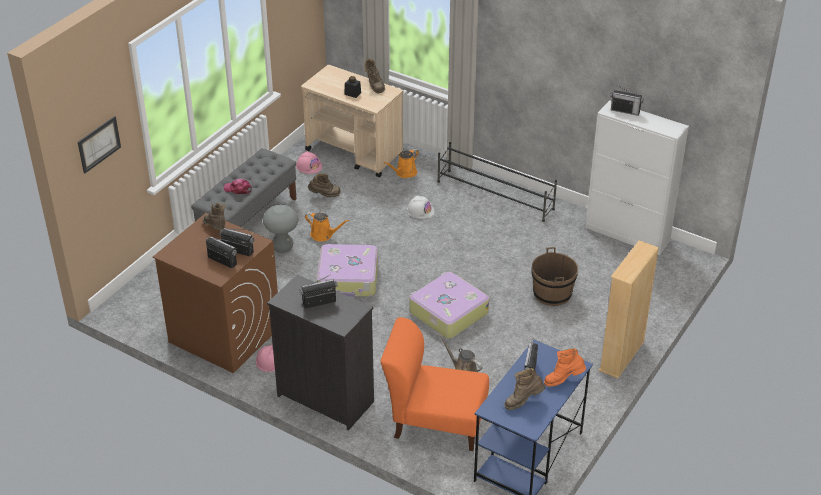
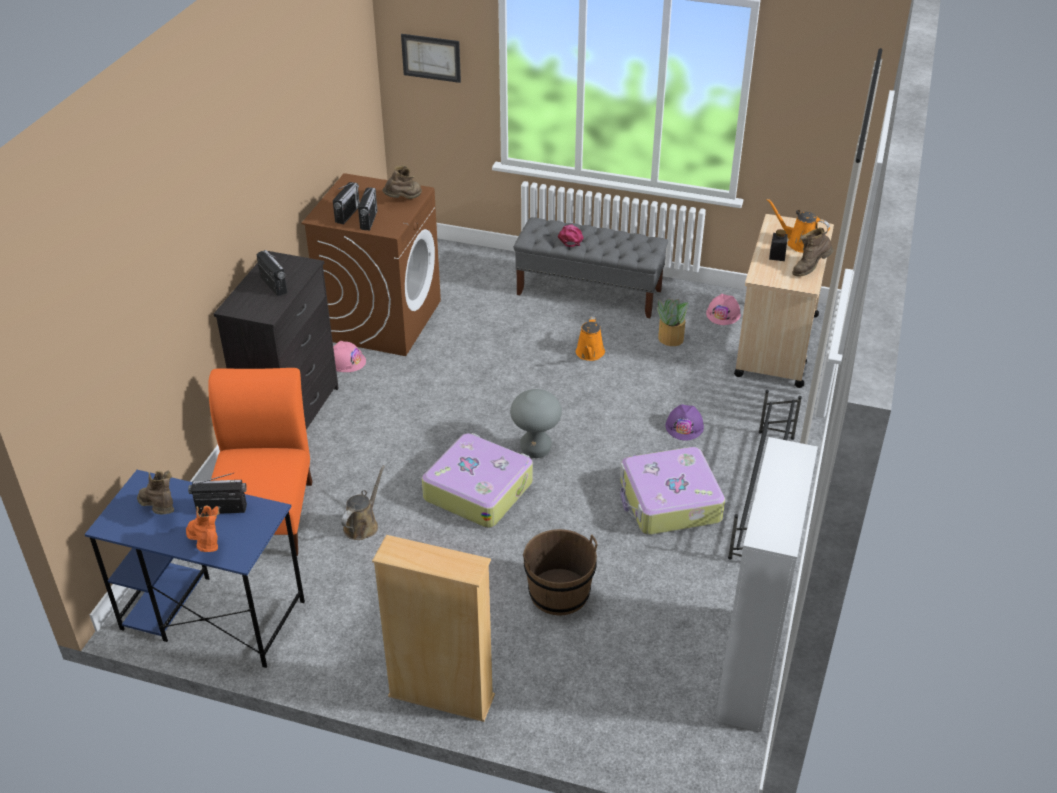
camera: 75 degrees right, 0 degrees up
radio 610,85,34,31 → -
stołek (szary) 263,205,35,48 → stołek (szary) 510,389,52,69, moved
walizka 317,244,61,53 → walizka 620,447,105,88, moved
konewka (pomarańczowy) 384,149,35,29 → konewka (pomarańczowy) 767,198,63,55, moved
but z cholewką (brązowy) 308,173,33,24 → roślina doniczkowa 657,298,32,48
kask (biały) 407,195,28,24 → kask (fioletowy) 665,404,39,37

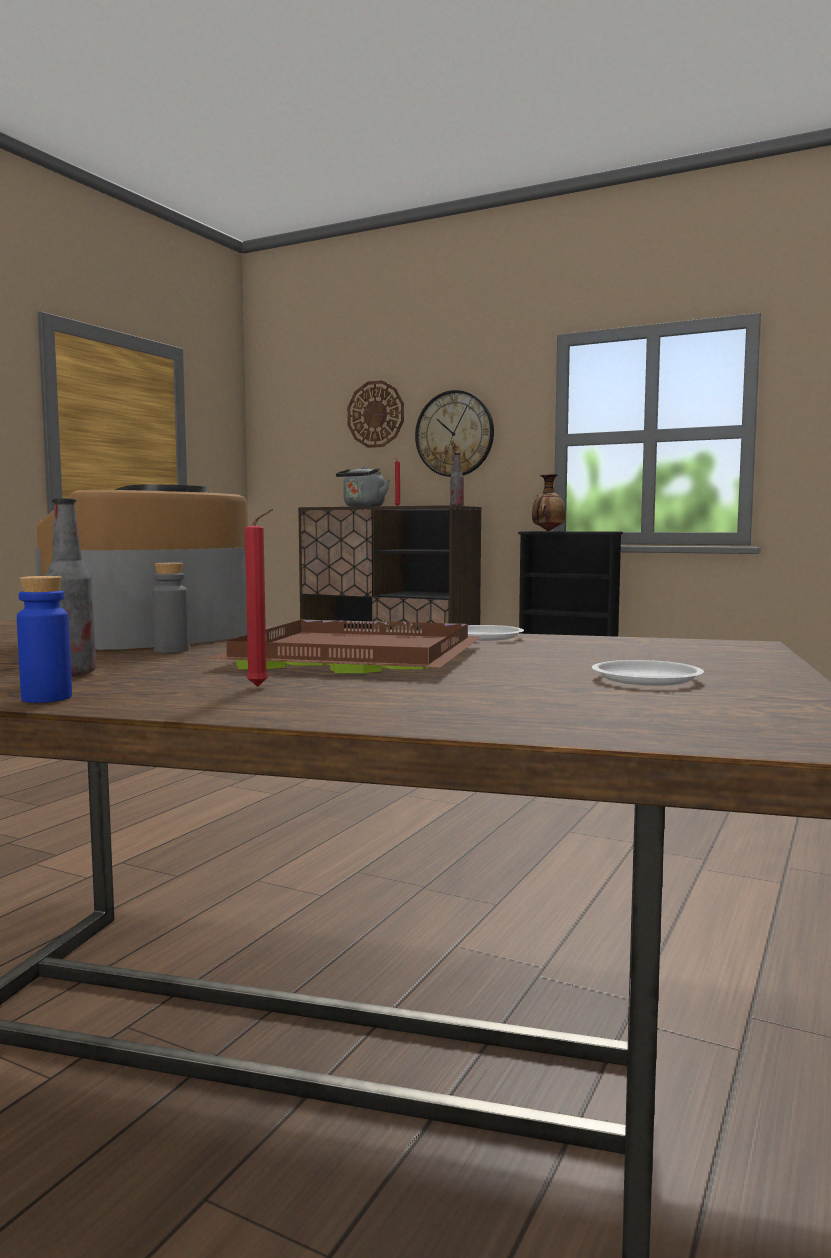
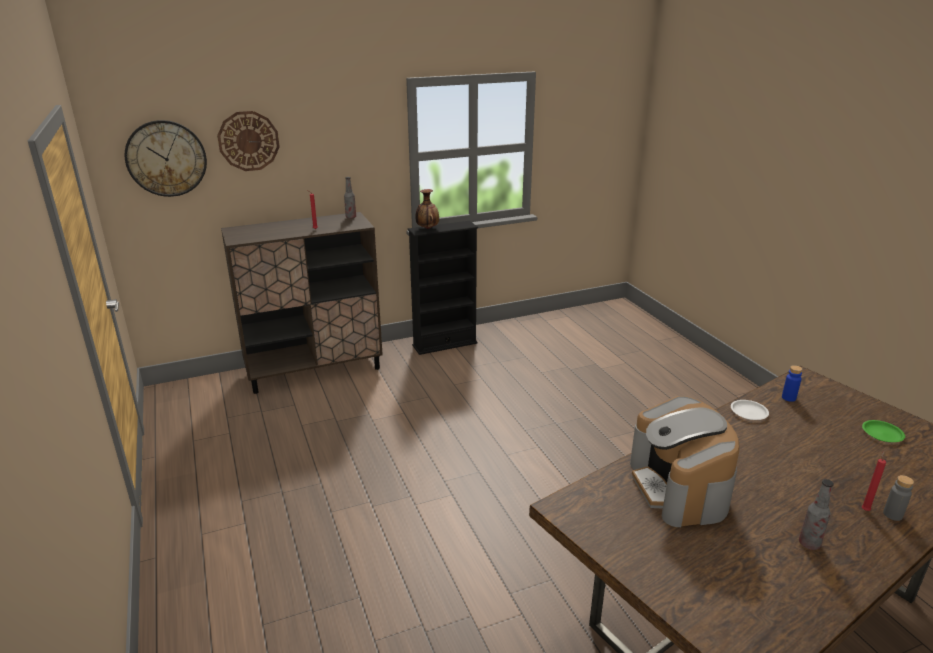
camera: 50 degrees left, 20 degrees up
taca (brązowy) 207,620,275,53 → -
czajnik (szary) 336,466,54,41 → -
butelka (niebieski) 17,576,55,127 → butelka (niebieski) 782,365,20,37, moved
butelka (szary) 152,562,37,91 → butelka (szary) 883,475,31,46, moved
zegar ścienny 415,390,79,87 → zegar ścienny 125,120,82,77, moved
talerz (biały) 592,660,112,26 → talerz (zielony) 862,420,43,22

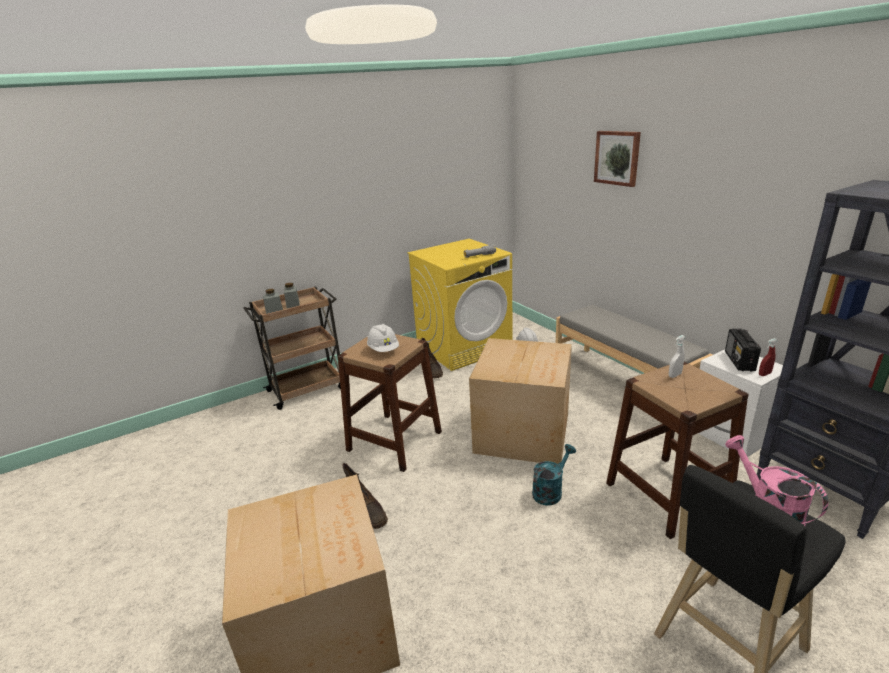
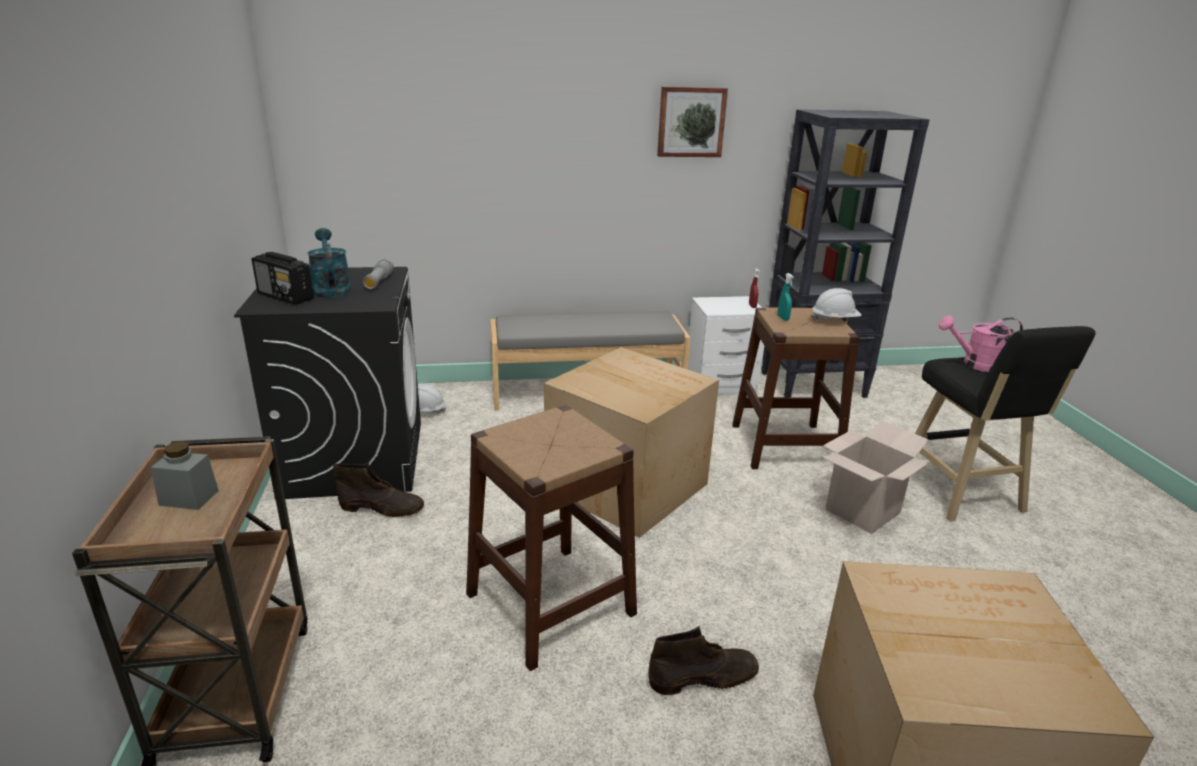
camera: 70 degrees left, 0 degrees up
słoik (szary) 263,289,20,25 → -
- → karton 822,420,108,114
kask (biały) 367,324,32,28 → kask (biały) 811,288,51,33, moved
konewka (turkusowy) 532,444,44,61 → konewka (turkusowy) 307,228,44,70, moved
obraz 594,131,47,56 → obraz 657,87,71,70, moved
radio 725,328,36,43 → radio 252,252,62,53, moved
pralka (żółty) 407,239,106,132 → pralka (czarny) 234,267,187,233
spryskiwacz (biały) 669,335,16,43 → spryskiwacz (turkusowy) 778,273,16,48

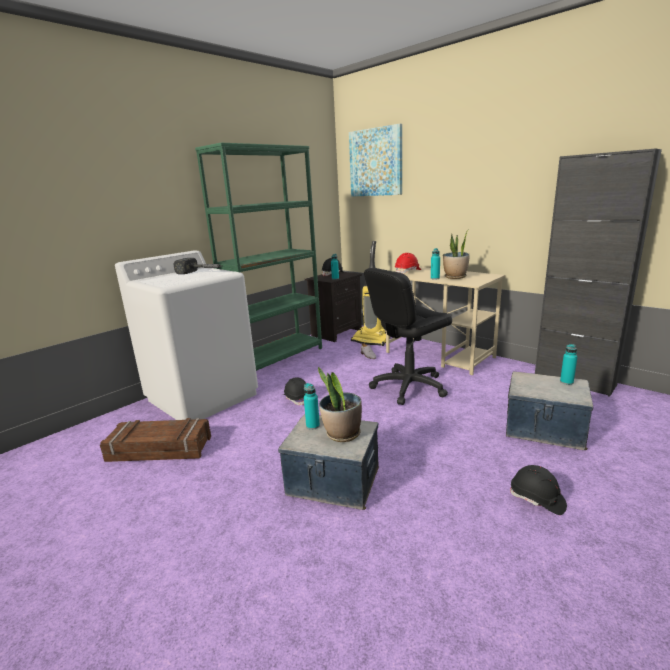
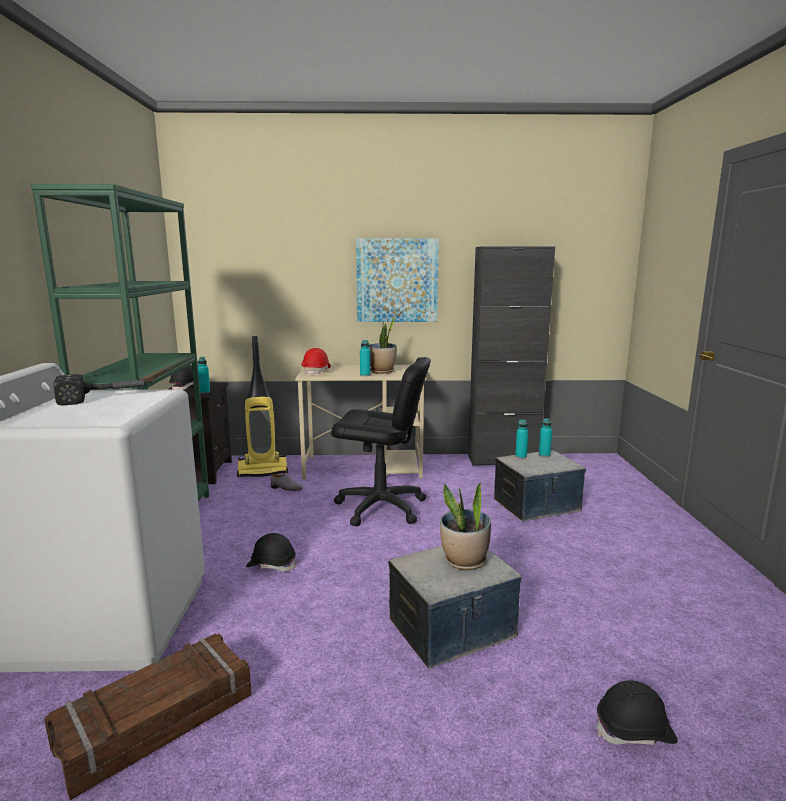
camera: 45 degrees left, 5 degrees down
butelka (turkusowy) 304,383,16,47 → butelka (turkusowy) 515,420,14,39, moved
obraz 349,124,53,73 → obraz 356,239,83,83, moved
kask (czarny) 509,465,58,50 → kask (czarny) 597,680,81,65, moved
krzesło biurowe (czarny) 364,268,88,137 → krzesło biurowe (czarny) 331,357,100,169, 90 degrees counterclockwise

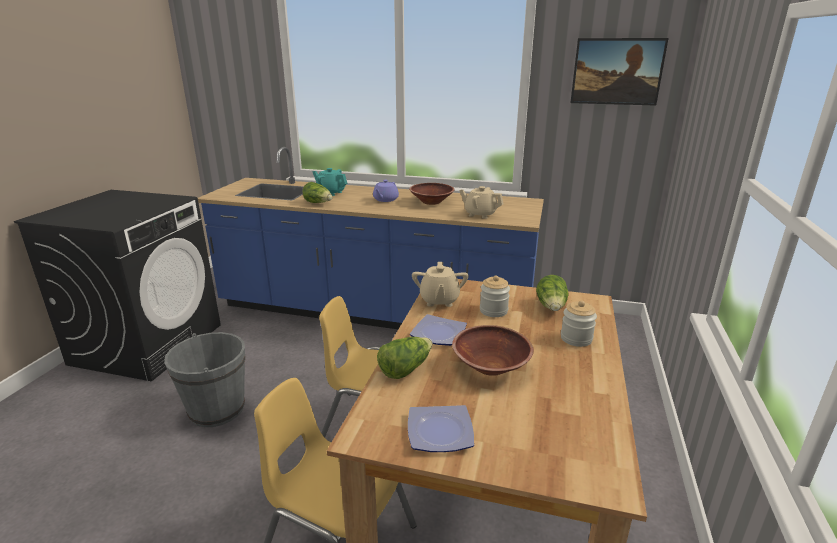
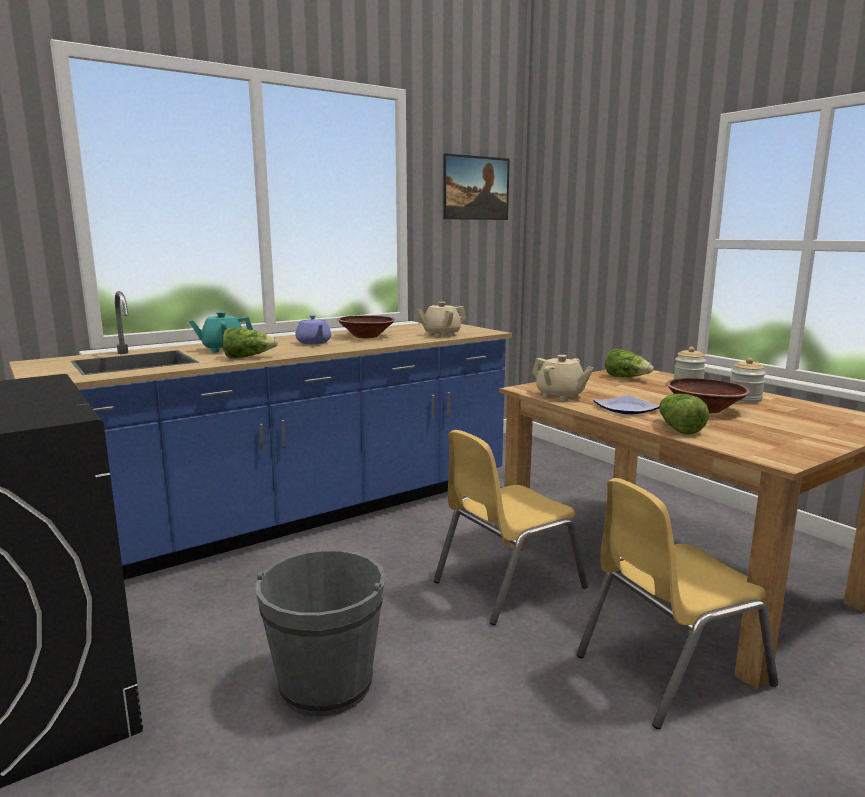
camera: 50 degrees left, 10 degrees down
talerz 408,405,66,47 → -
słoik 480,276,30,41 → słoik 730,358,36,45, moved

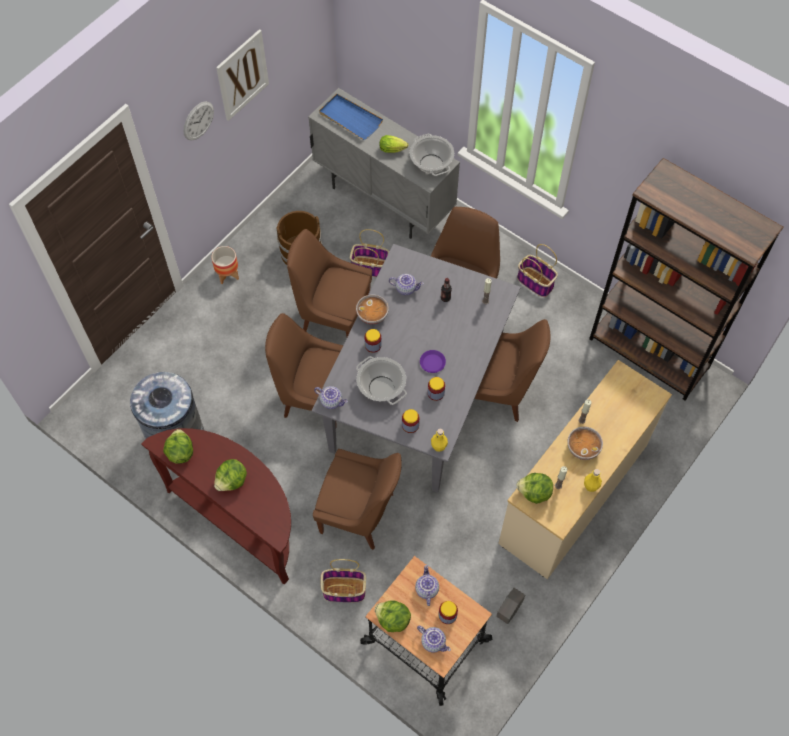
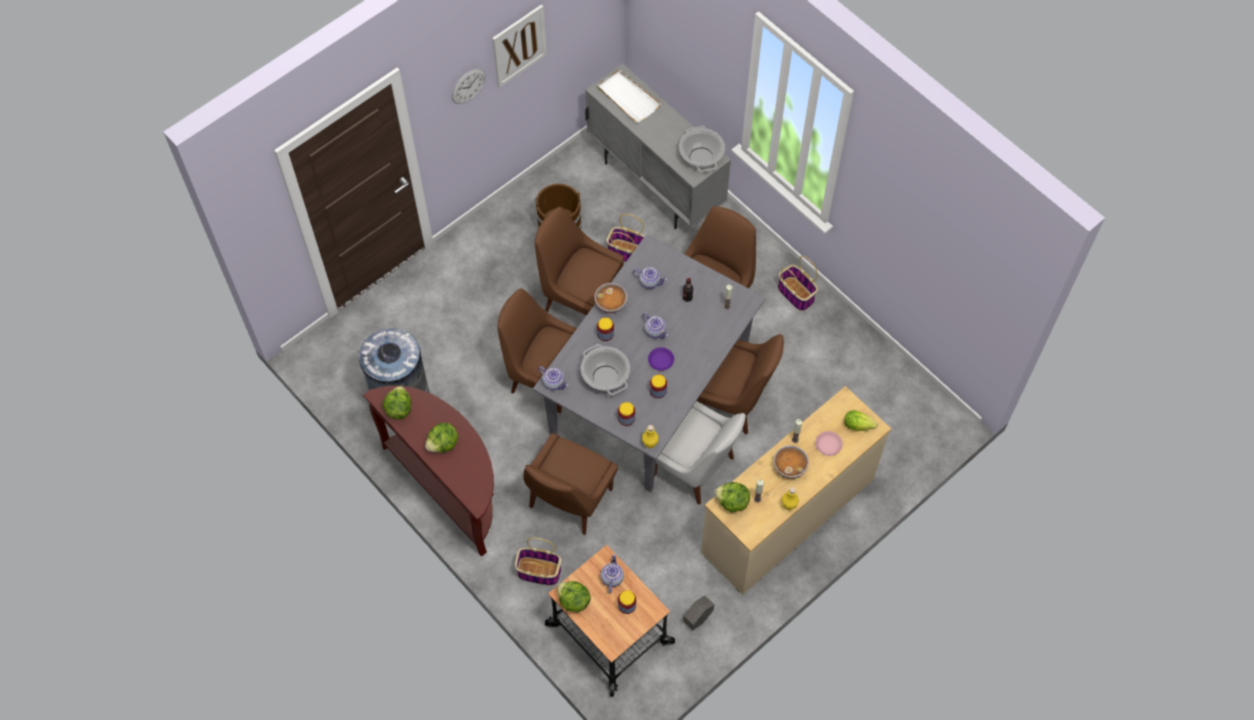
camera: 10 degrees right, 0 degrees up
donica 211,246,28,38 → -
regał (brązowy) 589,158,194,243 → -
- → krzesło (biały) 654,401,92,104
- → talerz (różowy) 815,431,28,25
sałata 380,135,28,18 → sałata 844,410,33,21, moved
imbryk 417,626,34,27 → imbryk 643,313,25,26, moved
taca (niebieski) 319,94,64,46 → taca (biały) 597,70,64,53
krzesło (brązowy) 313,449,89,101 → krzesło (brązowy) 523,433,95,102, 90 degrees clockwise

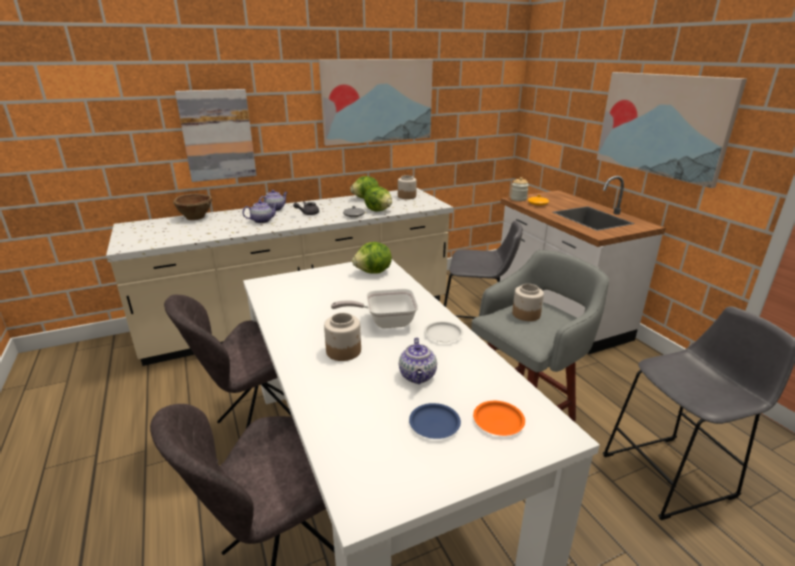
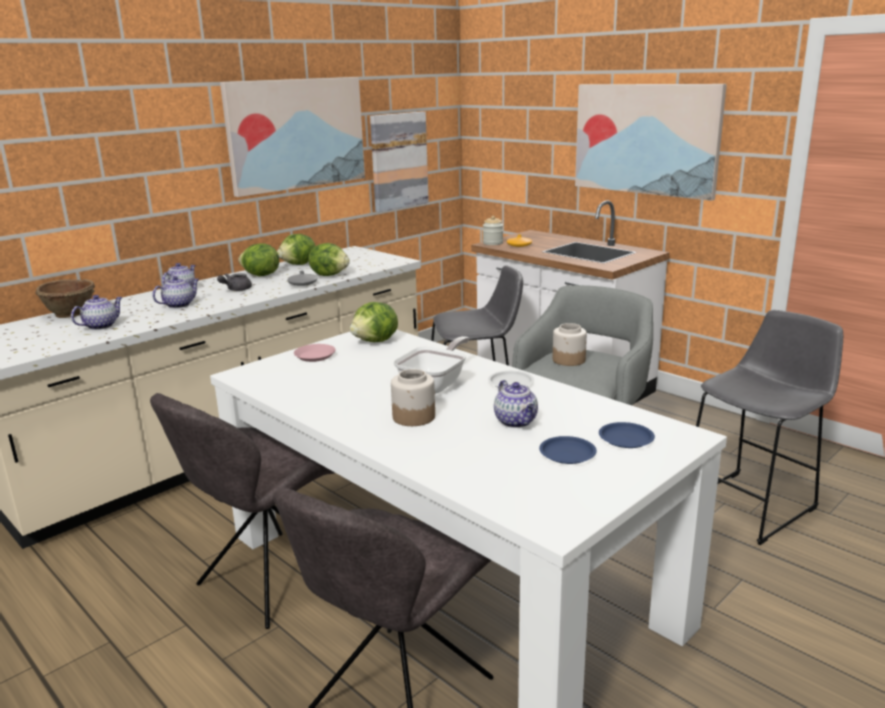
camera: 20 degrees left, 5 degrees down
słoik 398,175,19,24 → -
- → imbryk 71,295,51,35
- → sałata 238,243,41,33
- → talerz (różowy) 294,344,42,18
obraz 175,89,82,93 → obraz 370,112,59,100, moved
talerz (pomarańczowy) 473,401,52,35 → talerz (niebieski) 599,422,56,26
patelnia 331,289,87,39 → patelnia 394,336,75,58, 150 degrees clockwise

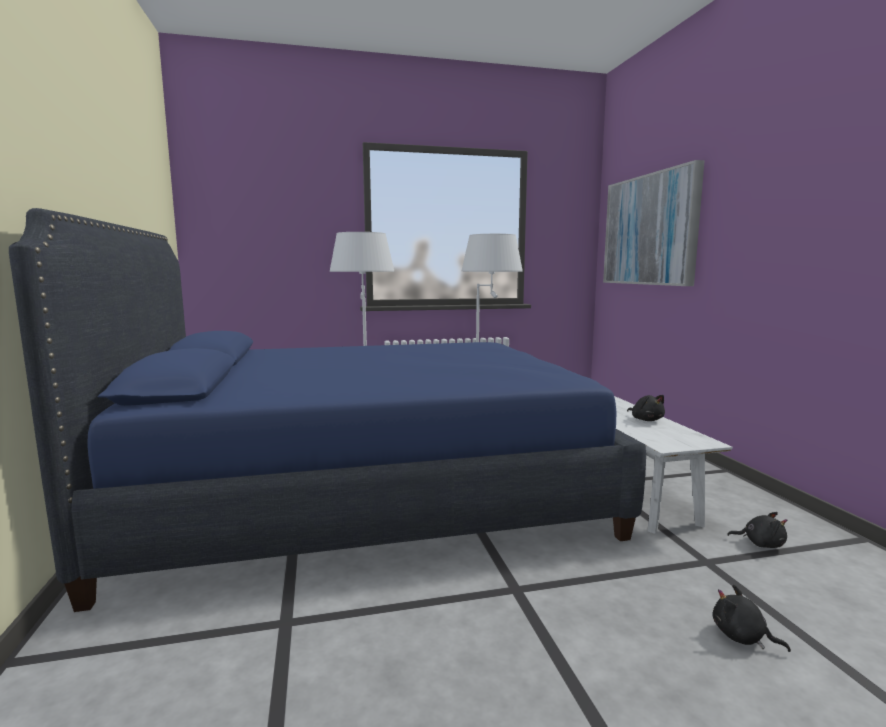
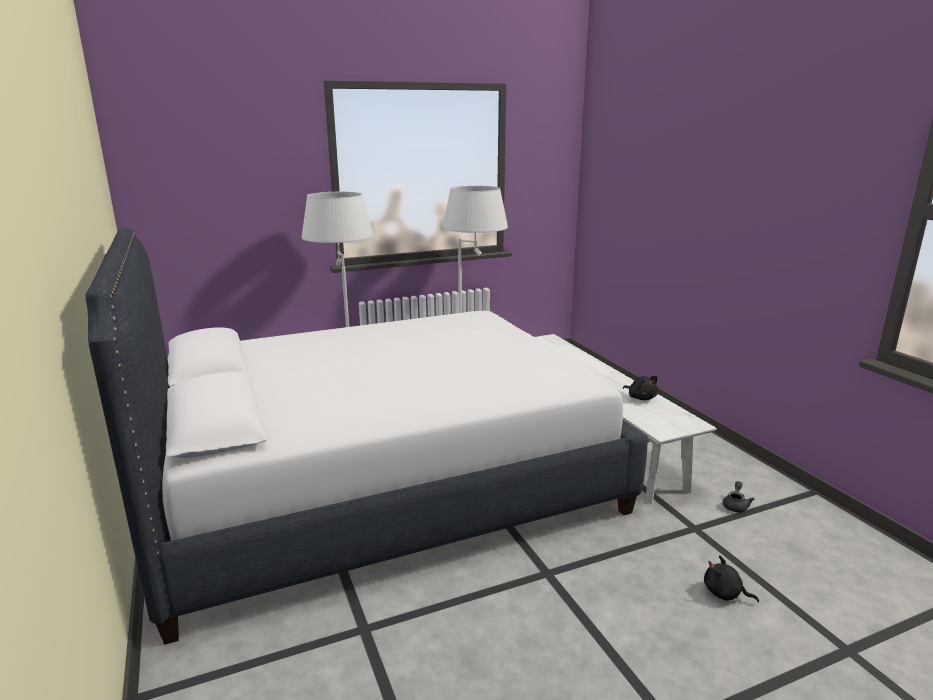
camera: 10 degrees left, 10 degrees up
obraz 603,160,102,126 → -
pluszak (czarny) 727,512,60,36 → imbryk (szary) 723,481,32,31
łóżko (niebieski) 9,208,637,404 → łóżko (biały) 85,228,563,417

